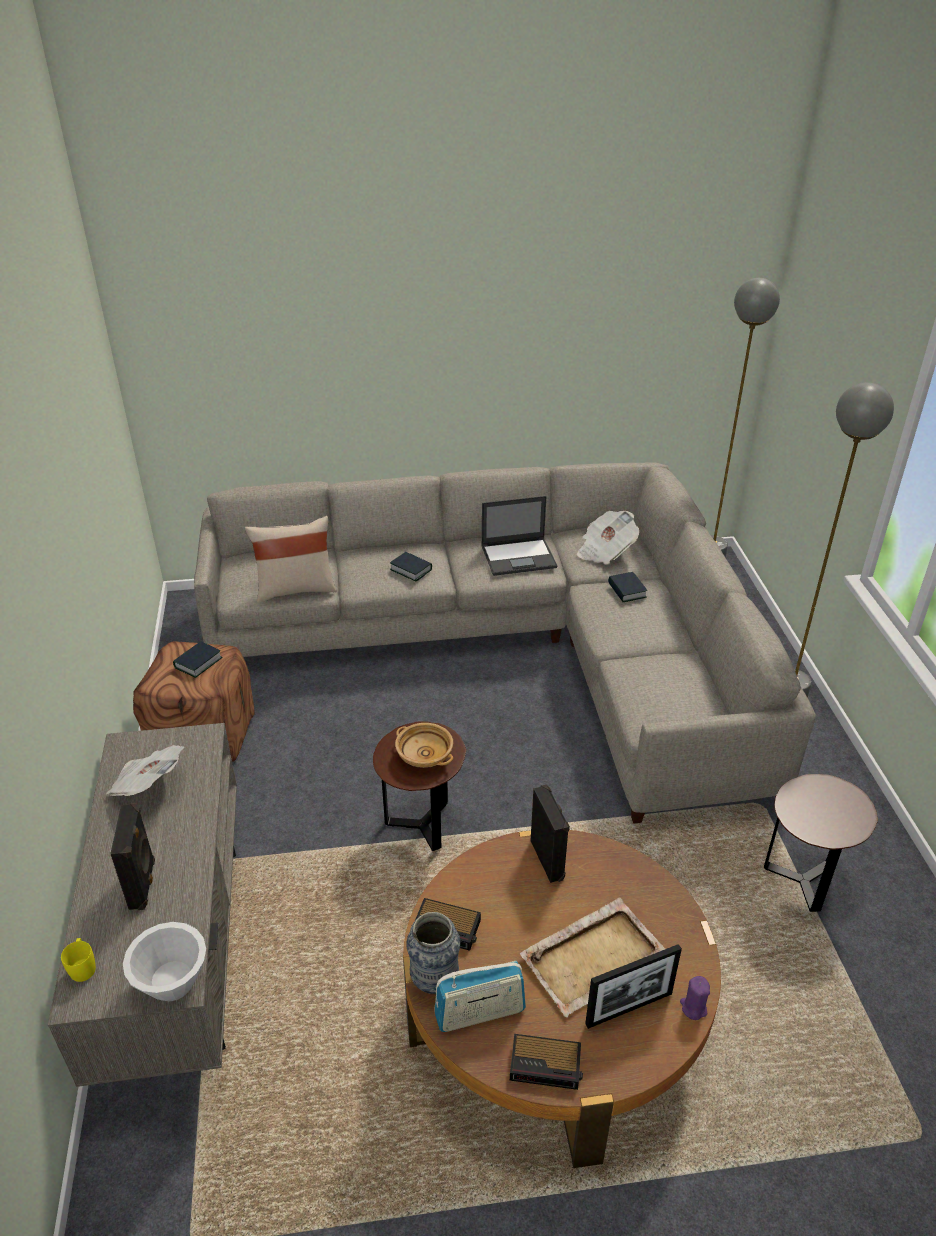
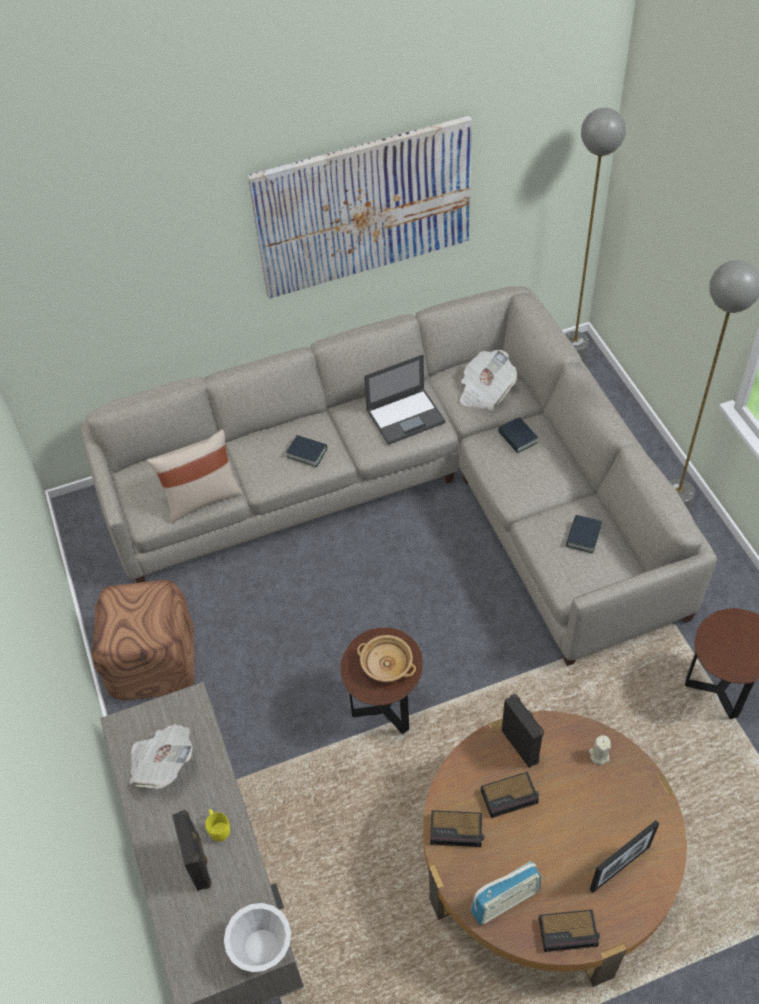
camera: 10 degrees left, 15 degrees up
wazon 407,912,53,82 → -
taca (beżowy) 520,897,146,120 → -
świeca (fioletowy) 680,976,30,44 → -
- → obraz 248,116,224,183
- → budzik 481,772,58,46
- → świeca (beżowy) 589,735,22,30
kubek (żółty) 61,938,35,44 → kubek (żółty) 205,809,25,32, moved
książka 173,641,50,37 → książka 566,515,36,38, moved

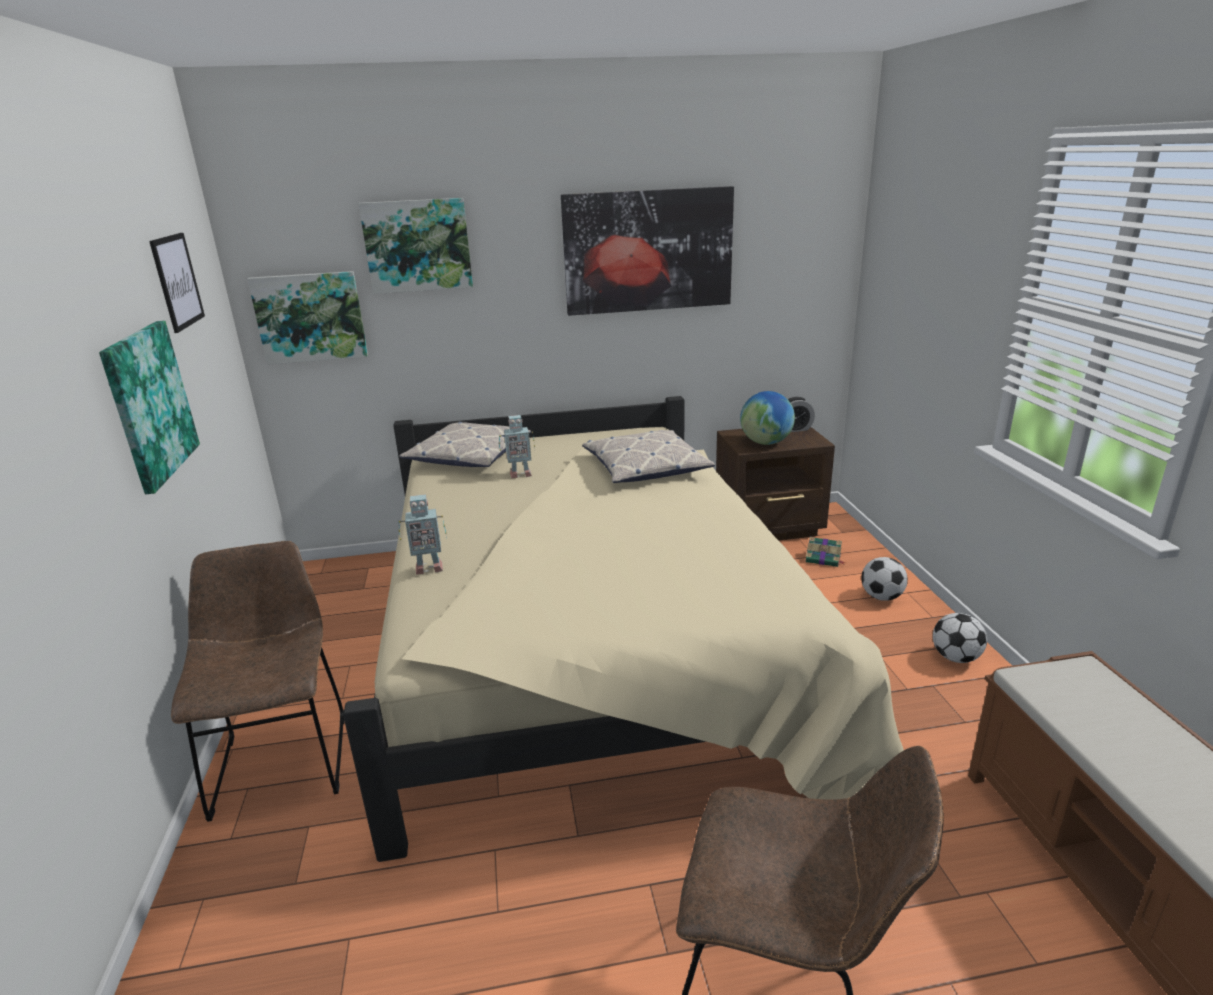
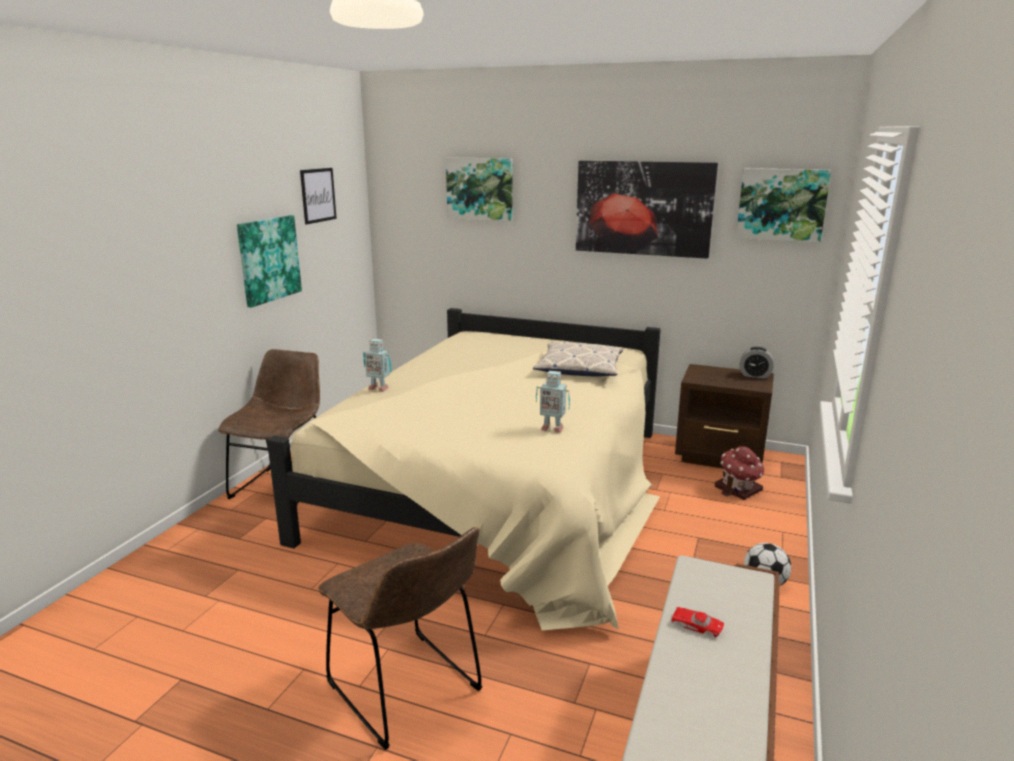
camera: 30 degrees right, 5 degrees down
poduszka 399,422,132,45 → -
globus 740,391,55,54 → -
piłka futbolowa 861,557,47,44 → -
- → samochodzik (czerwony) 671,607,53,30
obraz 247,271,121,94 → obraz 736,168,95,75, moved
robot zabawkowy 499,415,36,63 → robot zabawkowy 536,371,34,62, moved
książka 805,537,41,30 → domek 715,446,49,54

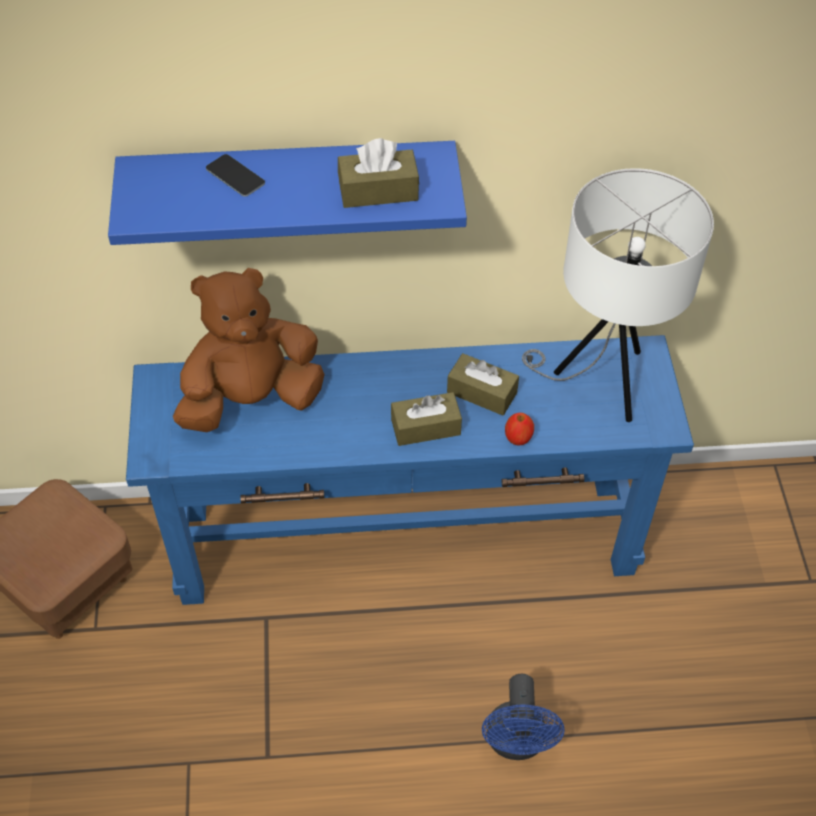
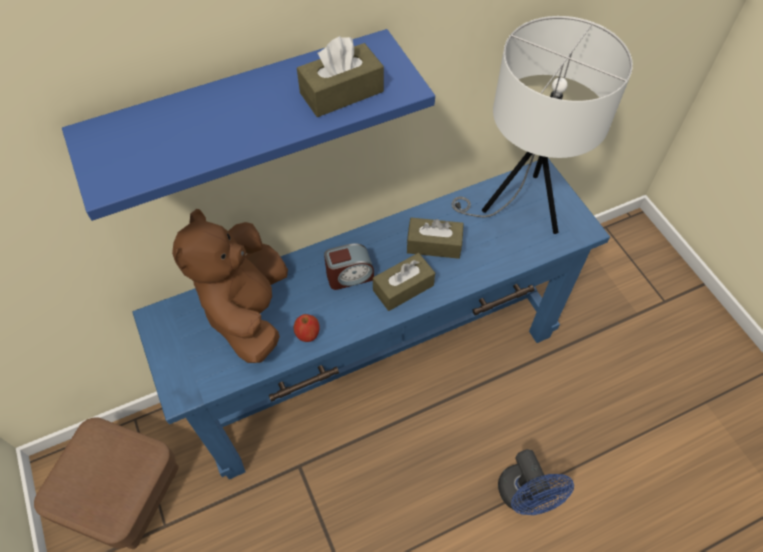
camera: 20 degrees left, 5 degrees up
telefon 206,154,59,43 → -
- → budzik 324,243,50,47
jabłko 505,413,29,32 → jabłko 294,314,26,28, moved
pluszak (brązowy) 173,268,152,164 → pluszak (brązowy) 172,209,116,154, 45 degrees counterclockwise

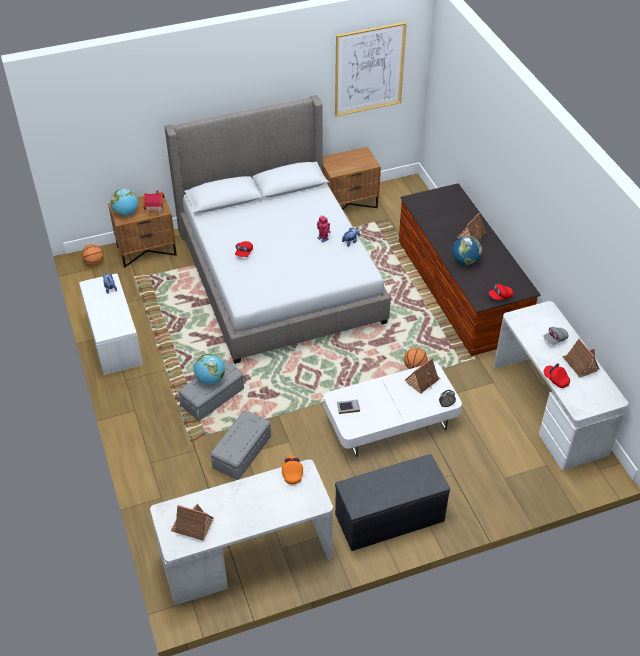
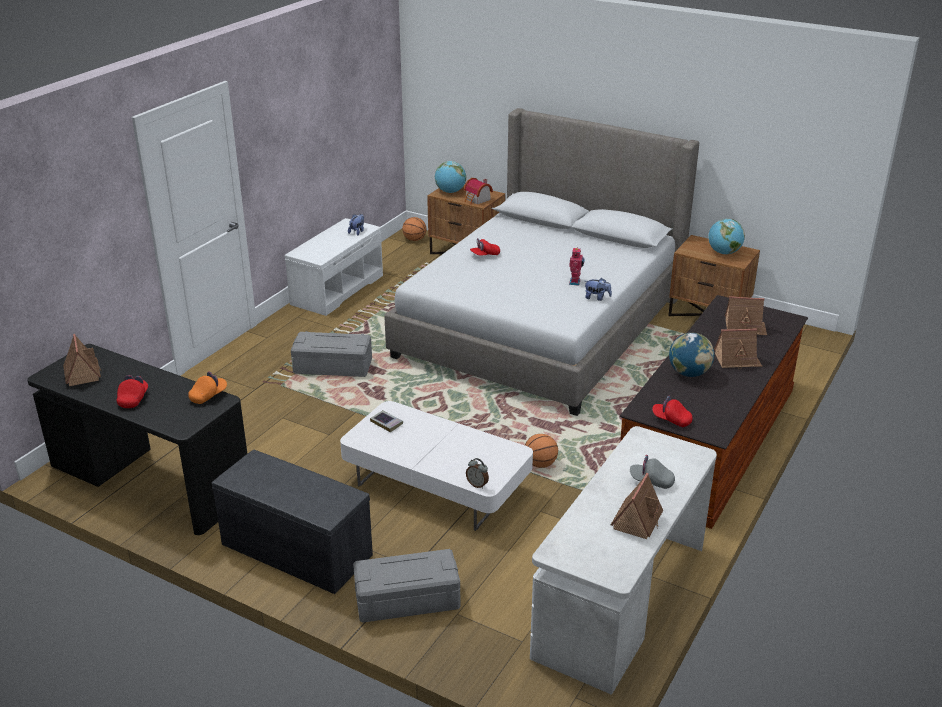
camera: 50 degrees right, 15 degrees down
obraz 335,22,72,95 → -
globus 194,354,31,30 → globus 708,219,37,35, moved
pojemnik do przechowywania (szary) 210,410,61,70 → pojemnik do przechowywania (szary) 353,549,107,74, moved
domek 405,358,35,36 → domek 725,296,42,39, moved
czapka z daszkiem (czerwony) 544,363,26,25 → czapka z daszkiem (czerwony) 116,375,32,33, moved
biurko (biały) 150,460,183,145 → biurko (czarny) 27,344,220,191

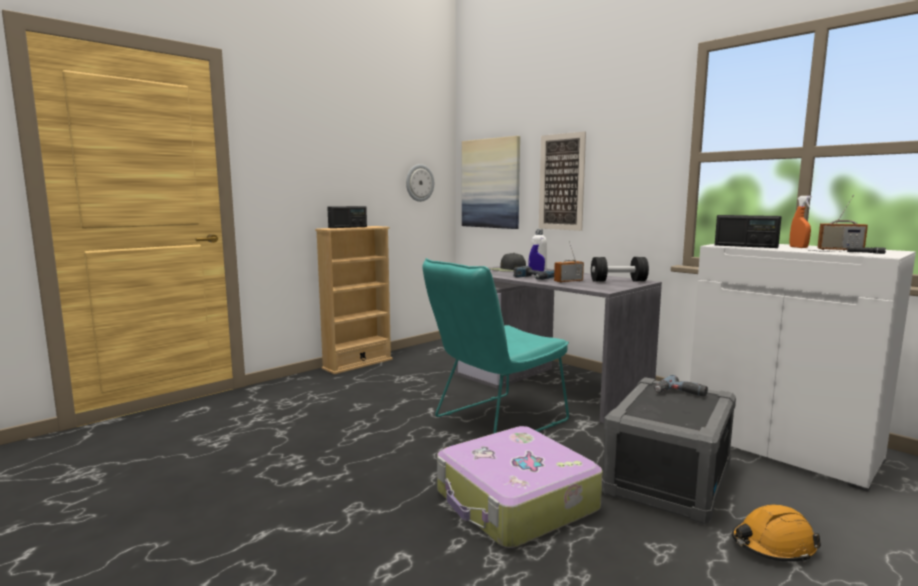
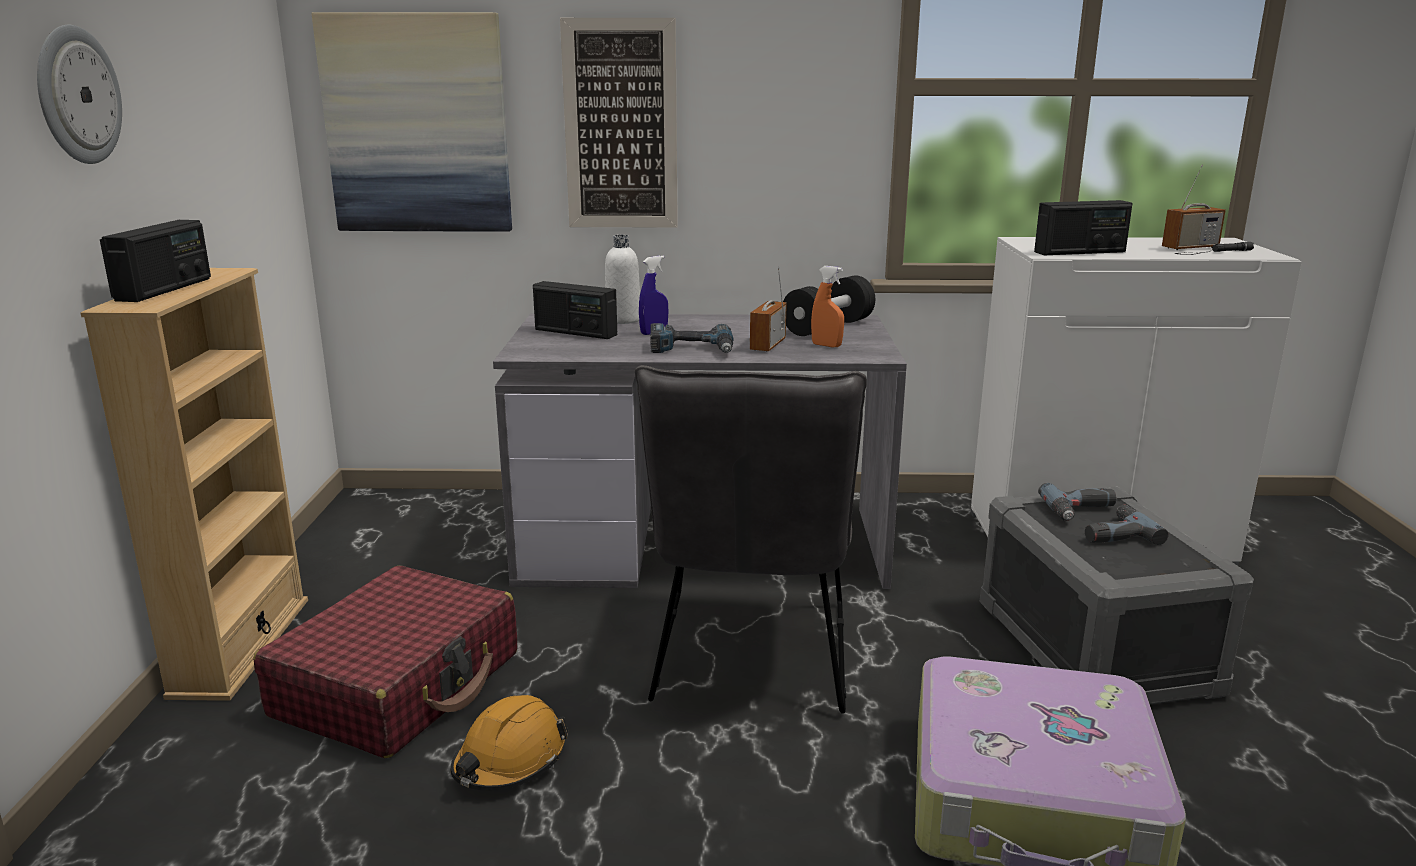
camera: 45 degrees left, 10 degrees up
- → walizka (czerwony) 254,566,263,192
- → wiertarka 1085,505,84,40
zegar ścienny 406,164,28,38 → zegar ścienny 37,25,85,139, moved
kask (pomarańczowy) 732,504,89,59 → kask (pomarańczowy) 451,695,117,96, moved
spryskiwacz (pomarańczowy) 789,196,23,52 → spryskiwacz (pomarańczowy) 811,266,33,81, moved
czapka z daszkiem (czarny) 490,253,36,18 → radio 533,281,84,58
krzesło (turkusowy) 422,258,147,176 → krzesło (szary) 635,365,232,349

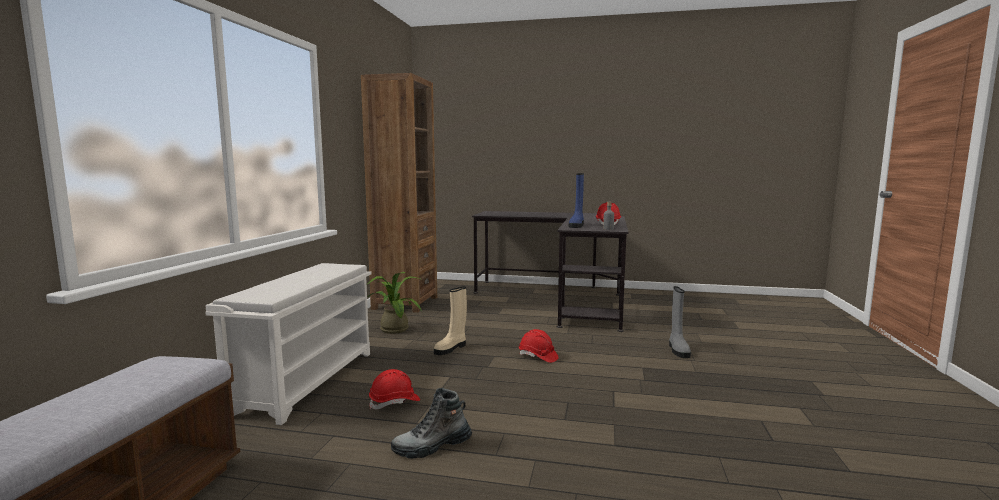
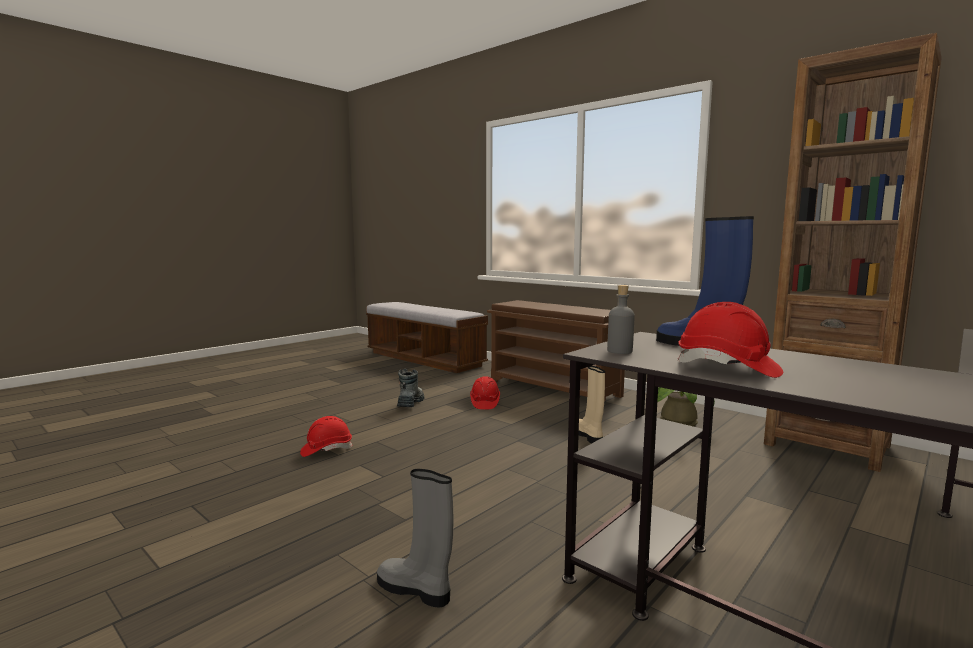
camera: 120 degrees right, 0 degrees up
kask (czerwony) 519,329,40,34 → kask (czerwony) 300,416,52,41, moved
regał na buty (biały) 205,263,167,162 → regał na buty (brązowy) 487,300,138,101

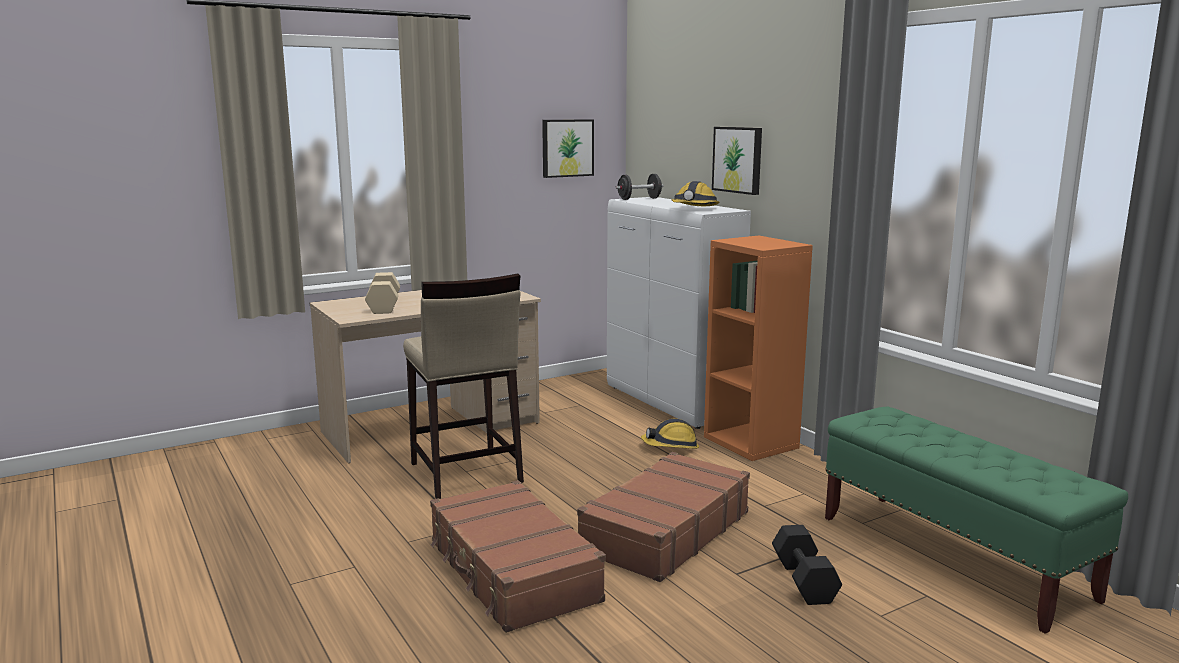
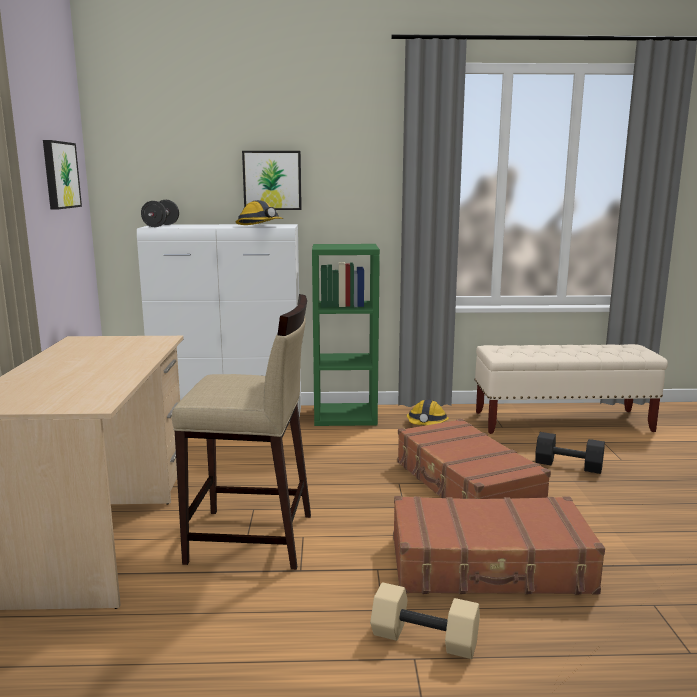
camera: 60 degrees left, 0 degrees up
hantel (beżowy) 365,272,35,42 → hantel (beżowy) 370,582,110,77, moved
kask 641,419,58,30 → kask 407,400,42,25, moved
regał (pomarańczowy) 704,235,109,226 → regał (zielony) 312,244,68,182
ławka (zielony) 825,407,303,227 → ławka (beżowy) 474,344,194,90

